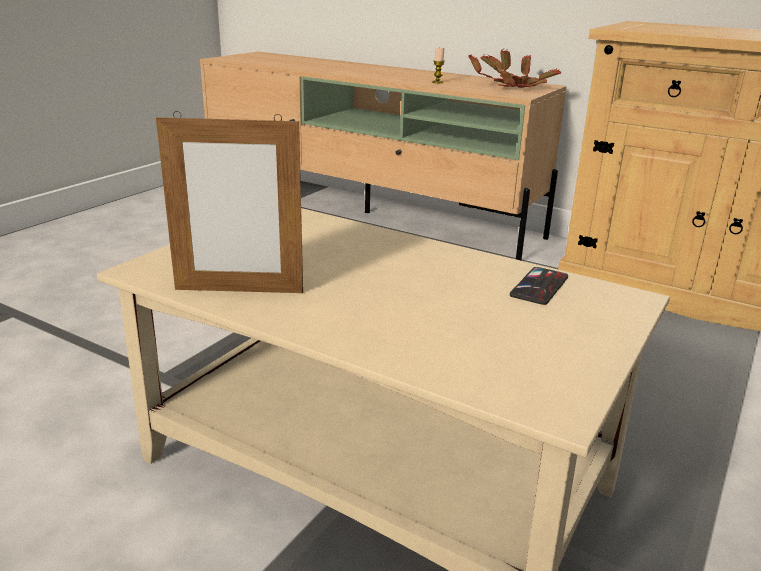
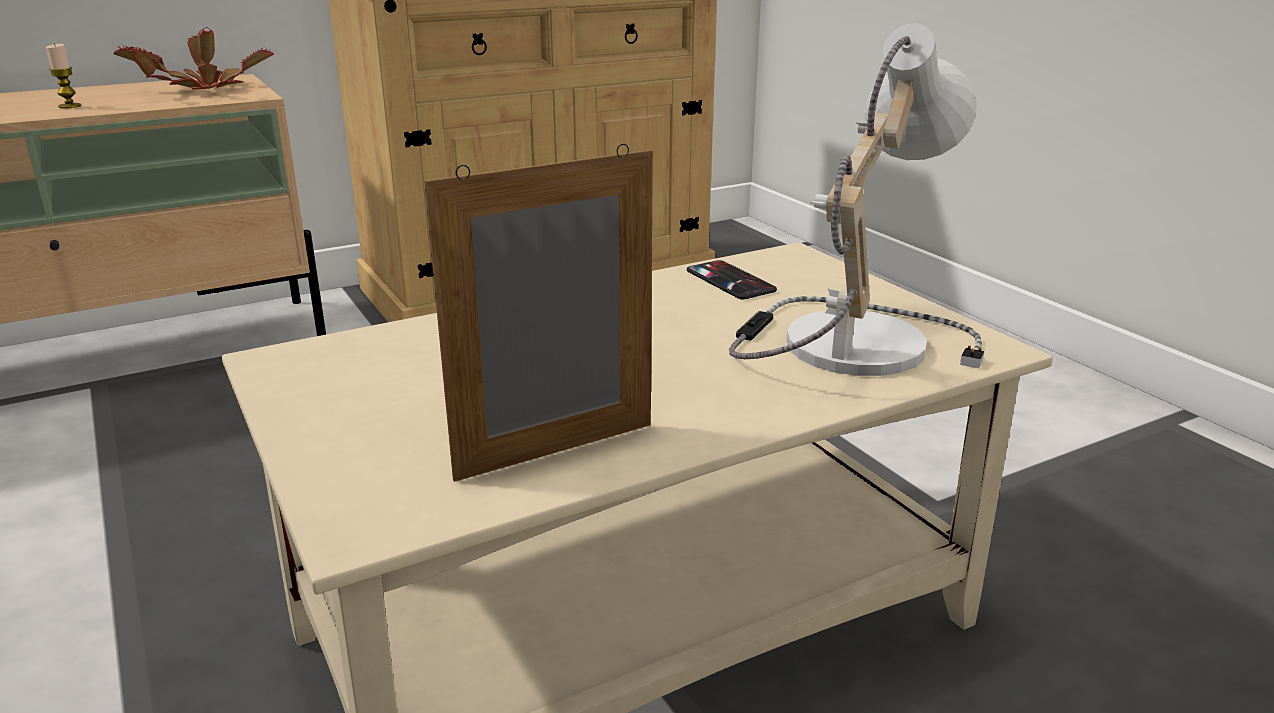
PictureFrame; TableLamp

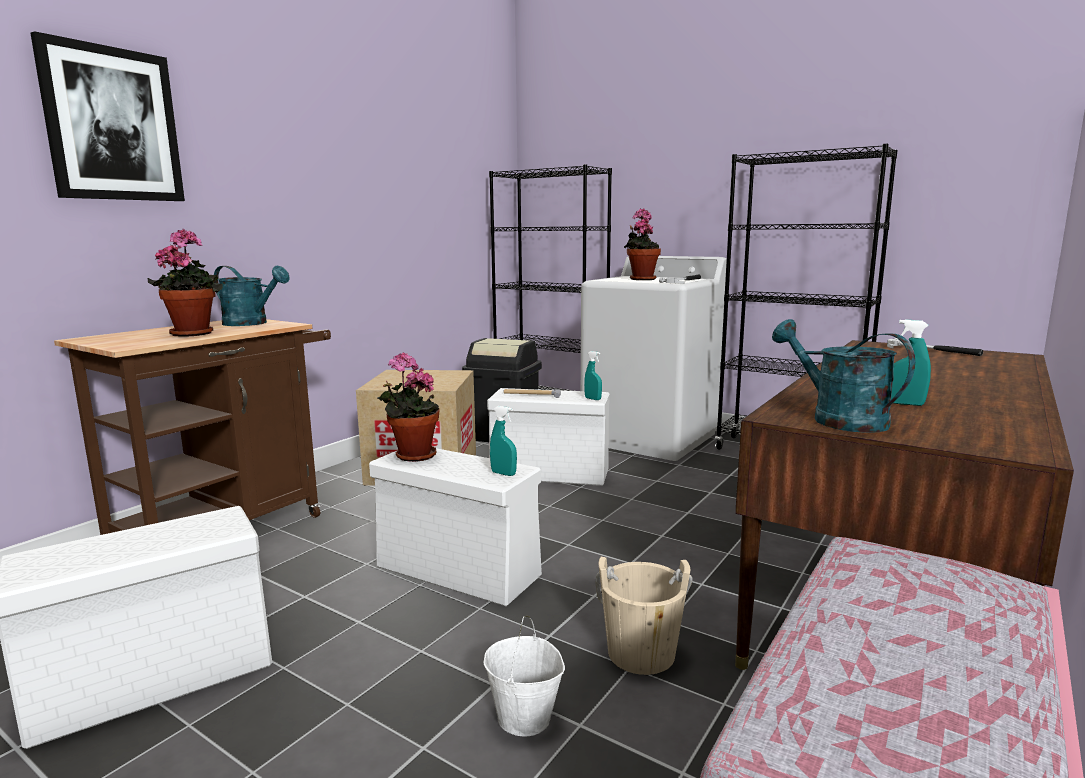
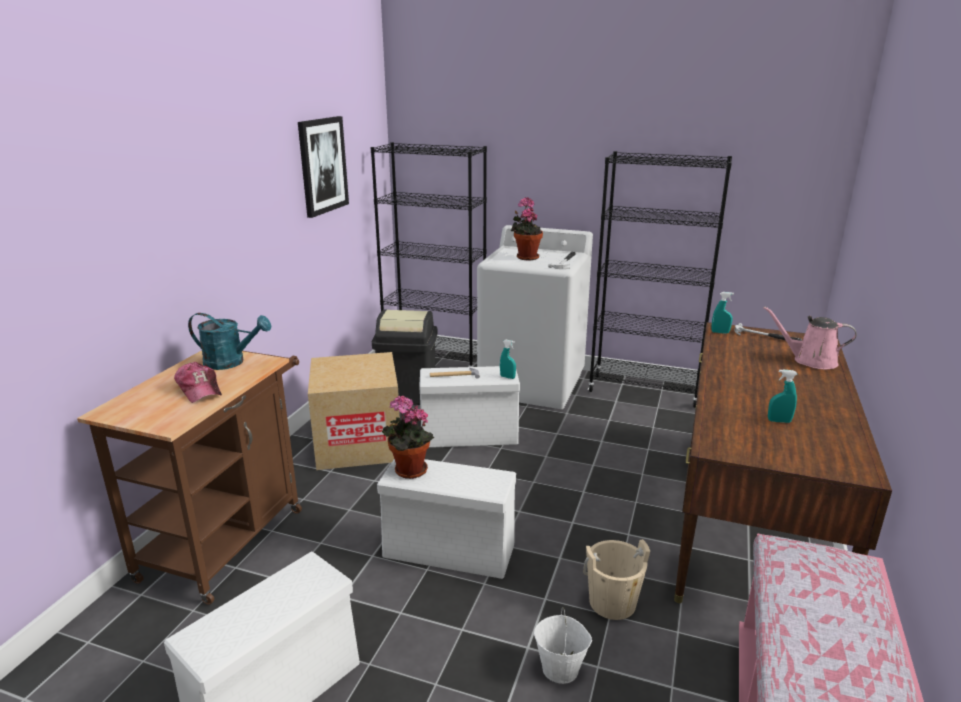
Picture; Cap; TurquoiseSprayBottle (no. 2 from left); TurquoiseWateringCan (no. 2 from left in the first image); PinkWateringCan

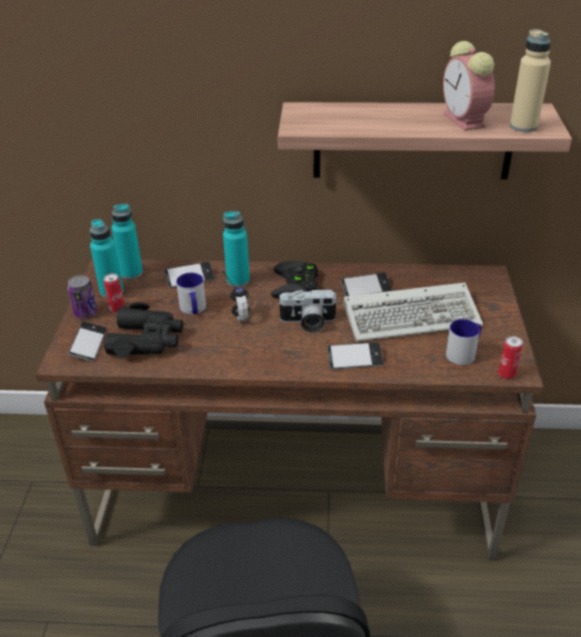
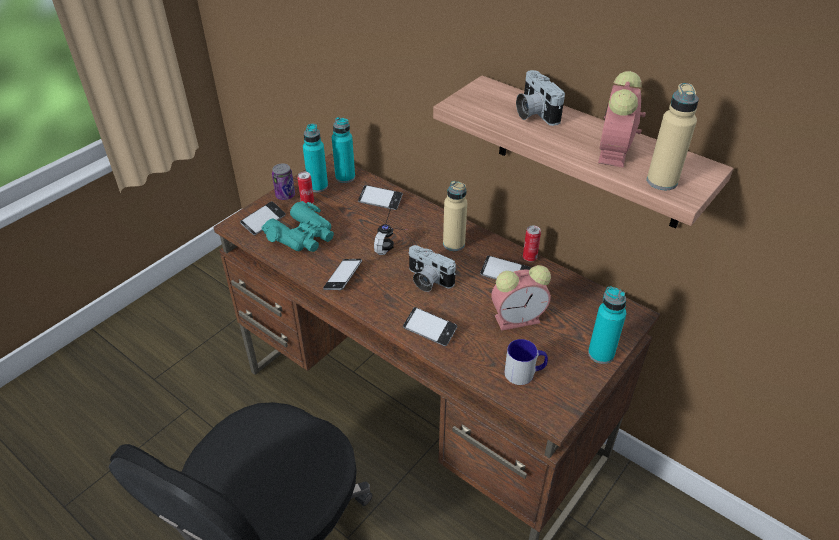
TurquoiseBinoculars; Mug (no. 1 from left in the first image); TurquoiseBottle (no. 3 from left); BeigeBottle (no. 1 from left); AlarmClock (no. 1 from left); Can (no. 3 from left); Phone (no. 2 from left); PhotoCamera (no. 2 from left)

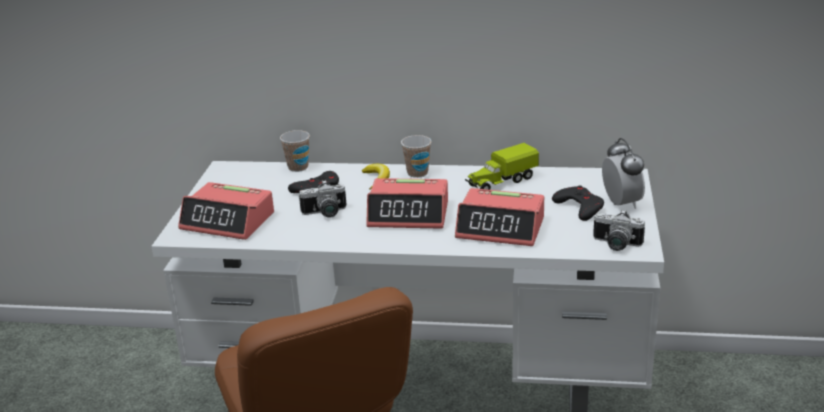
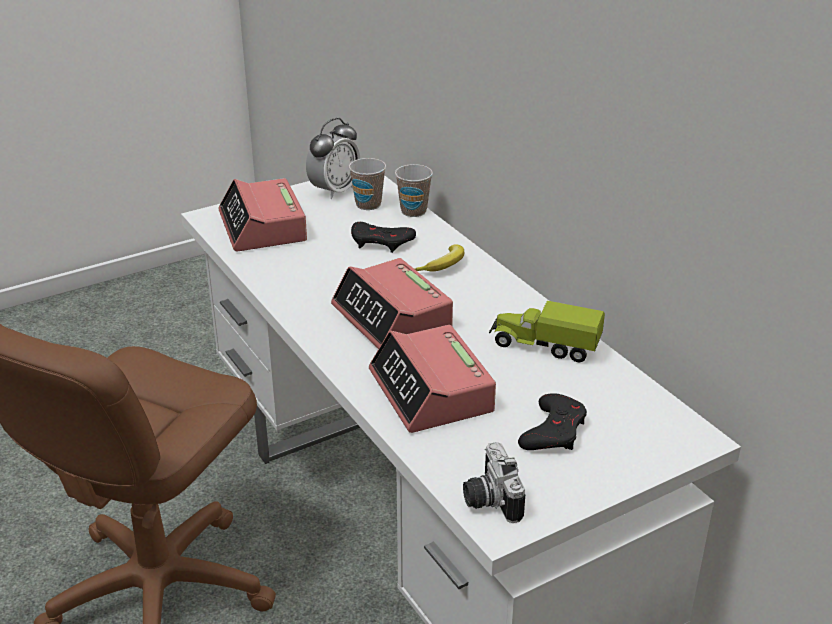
PhotoCamera (no. 1 from left in the first image); Cup (no. 1 from left); AlarmClock (no. 2 from left)

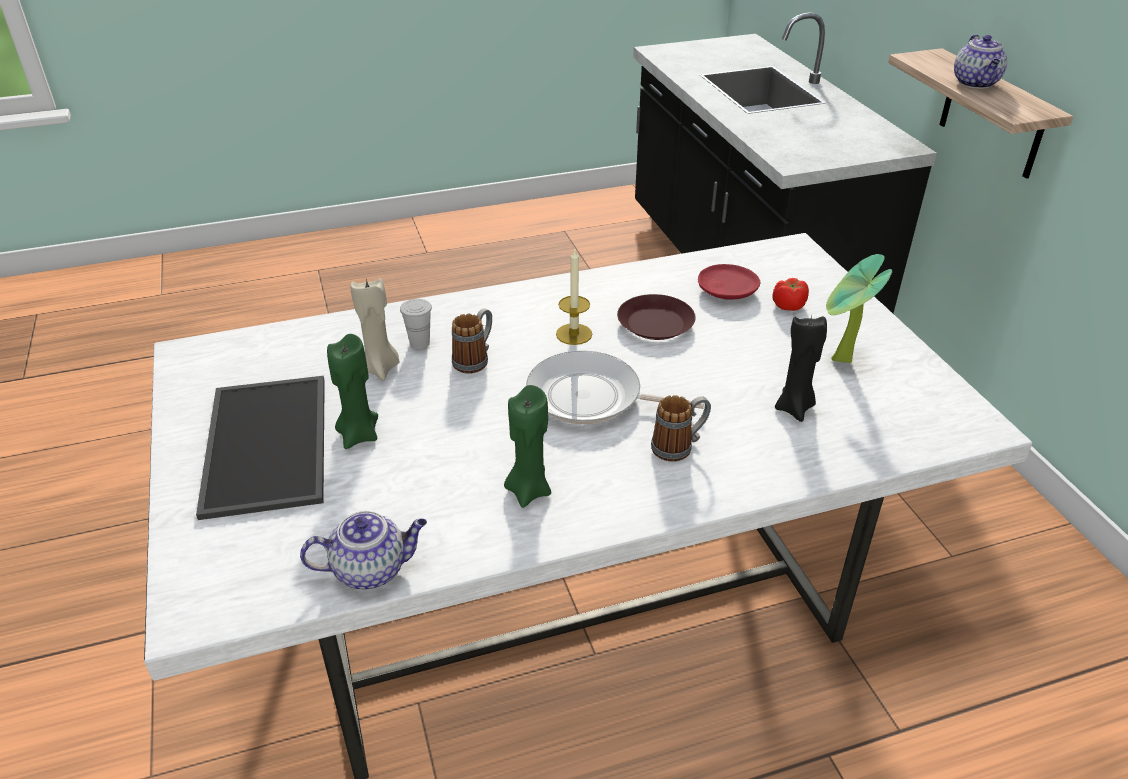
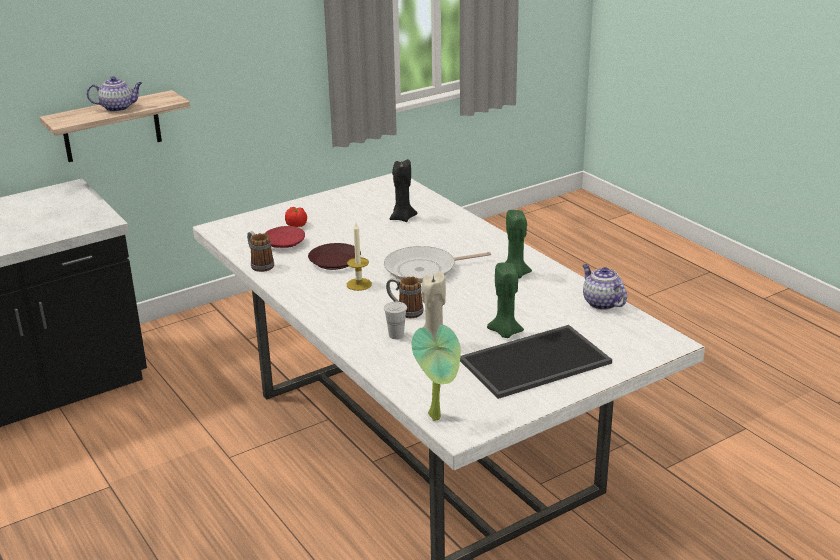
FryingPan; Mug (no. 1 from left); PottedPlant

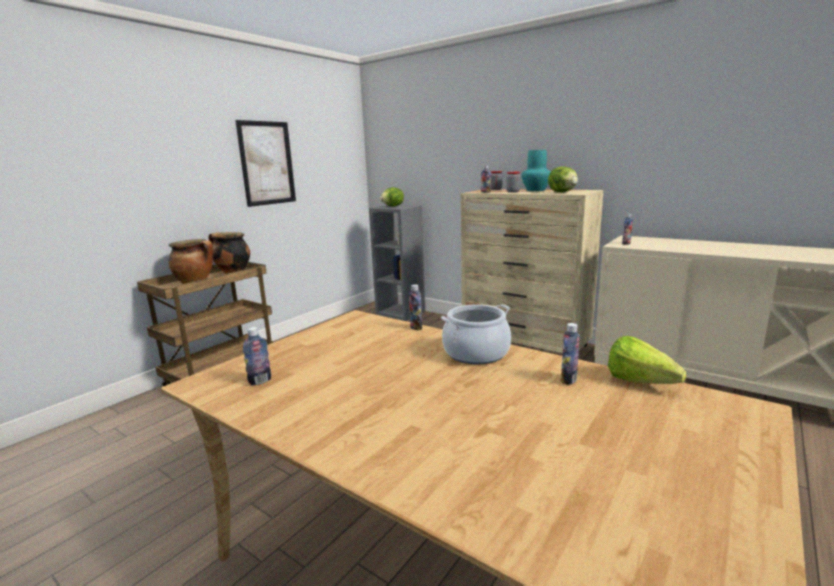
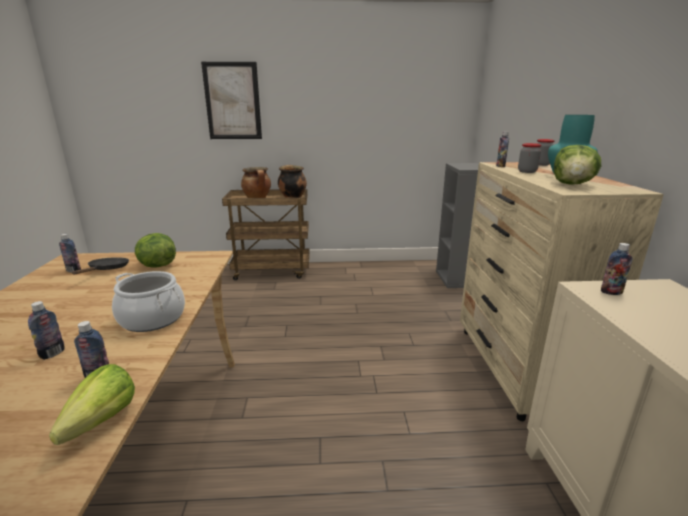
Picture; Lettuce (no. 2 from left); Bottle (no. 1 from left); BlackFryingPan

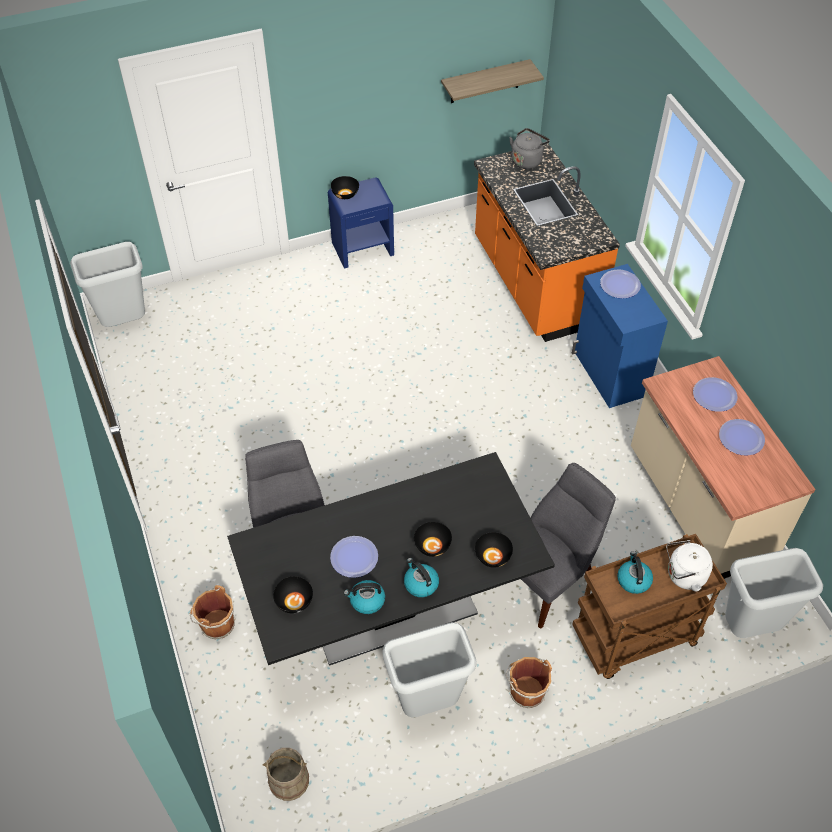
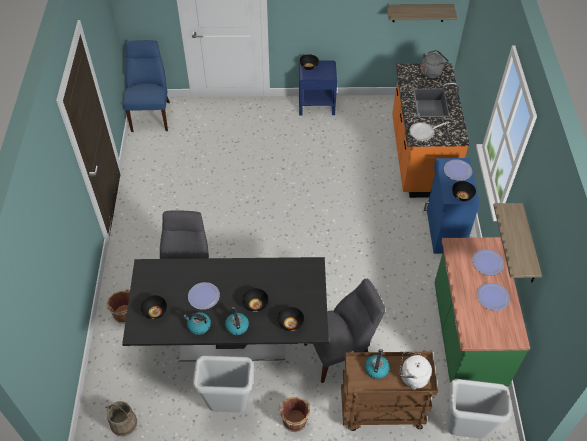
BlueChair; GreenCounter; FryingPan; BlackBowl (no. 5 from left); Shelf (no. 2 from left)

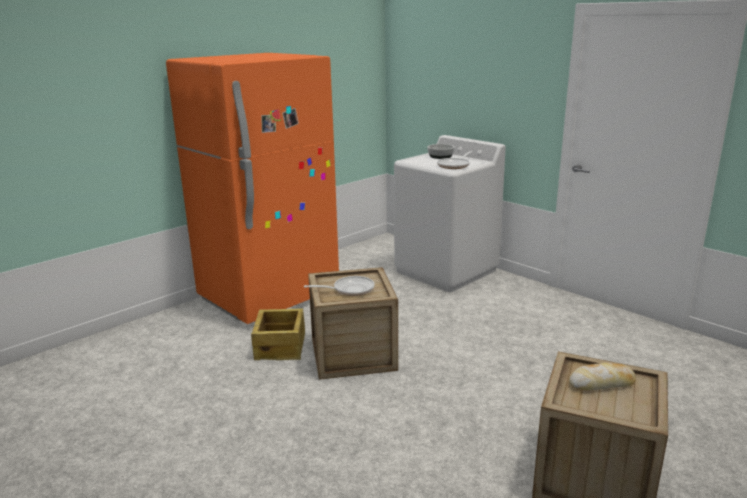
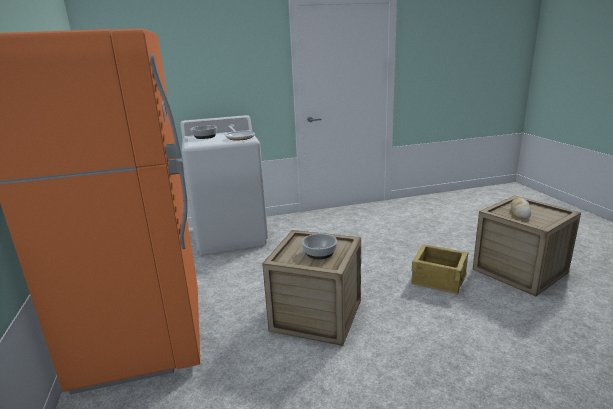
Crate (no. 2 from left); Bowl (no. 2 from left)

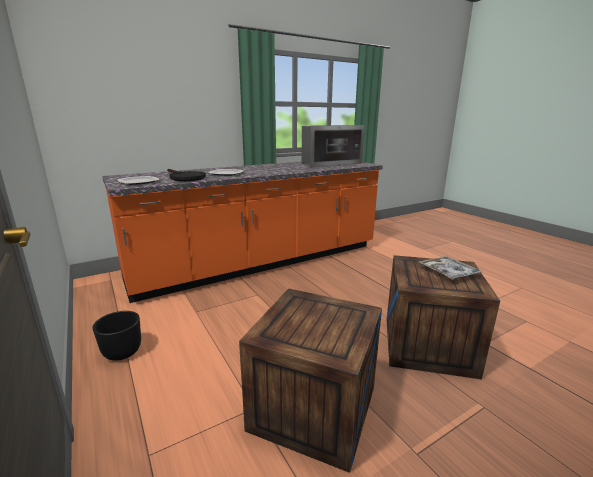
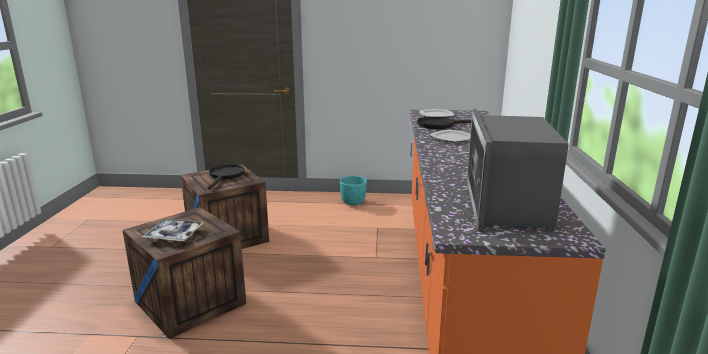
TurquoisePlanter; BlackFryingPan (no. 1 from left)

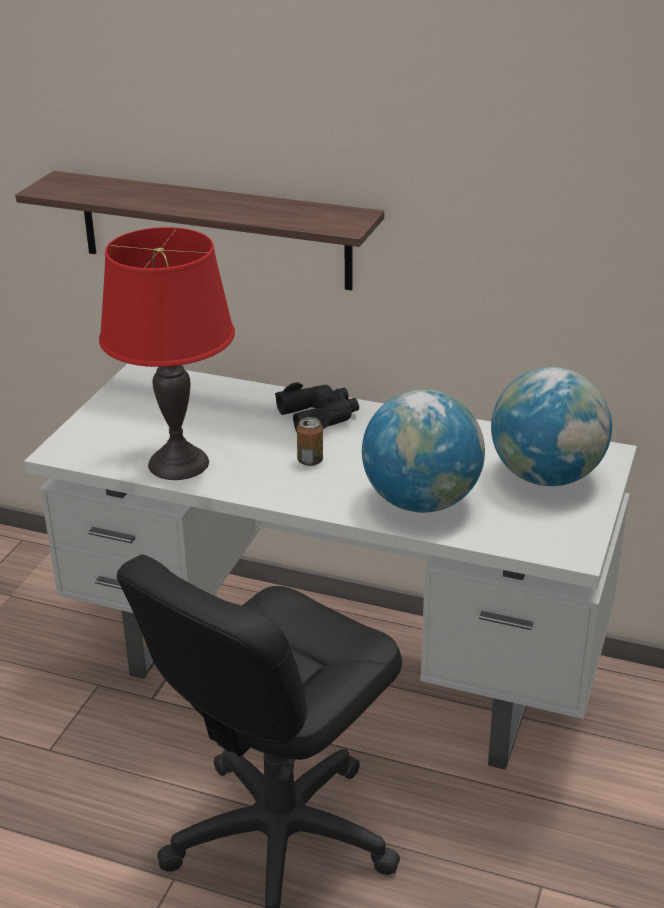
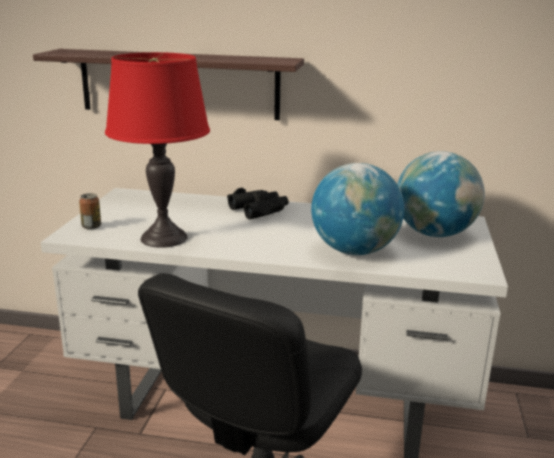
Can

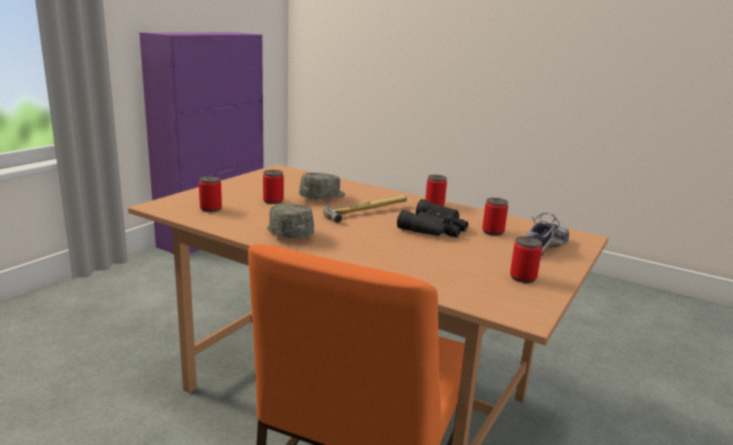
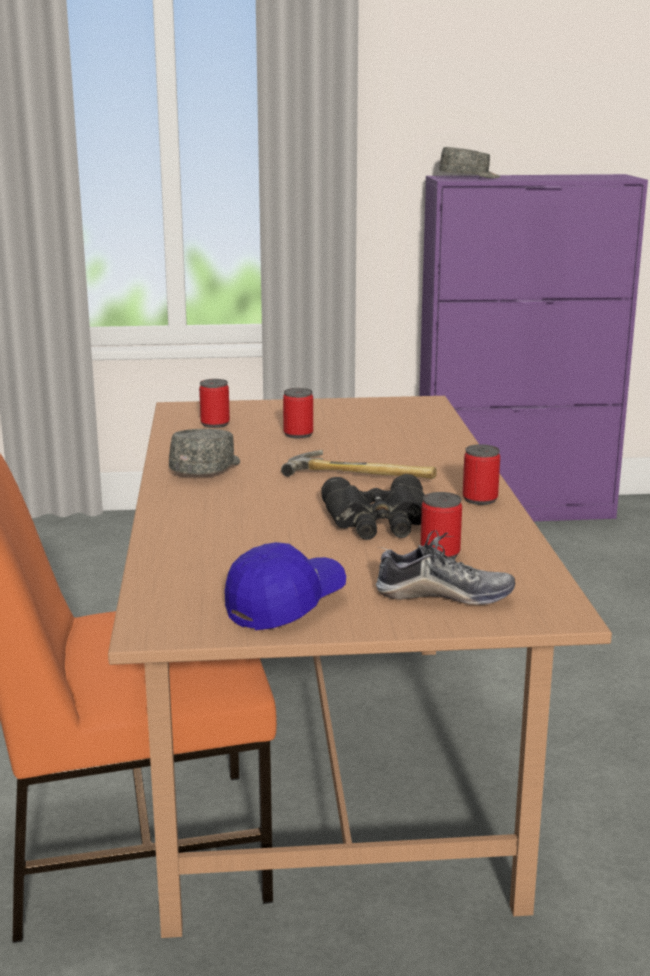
GreyCap (no. 2 from left); BlueCap

